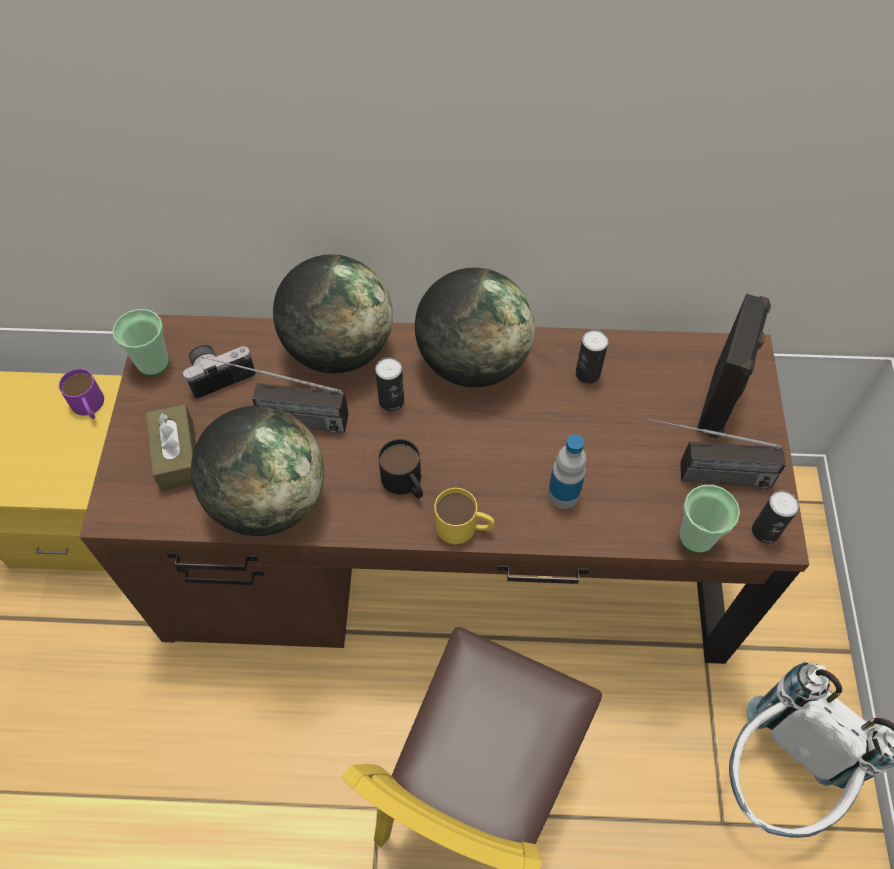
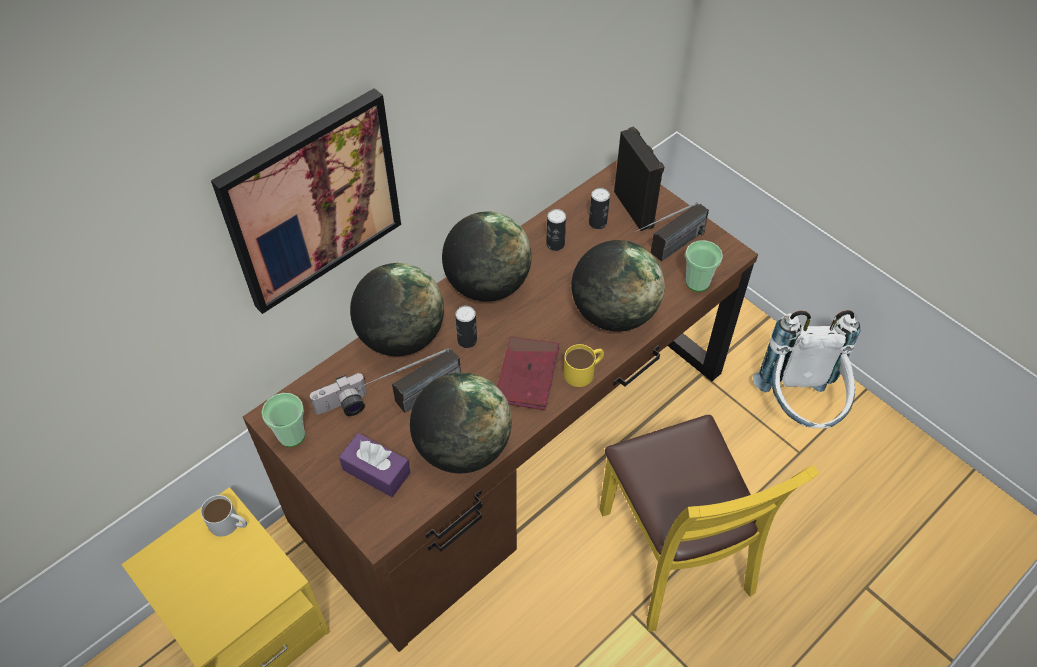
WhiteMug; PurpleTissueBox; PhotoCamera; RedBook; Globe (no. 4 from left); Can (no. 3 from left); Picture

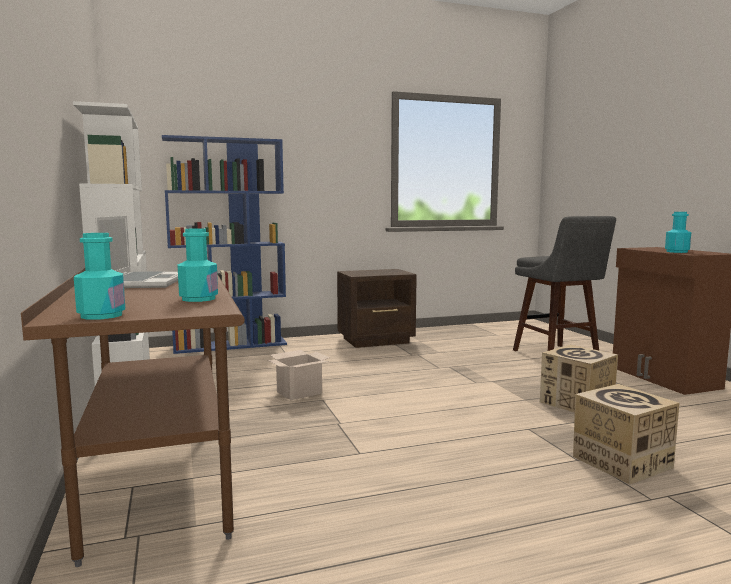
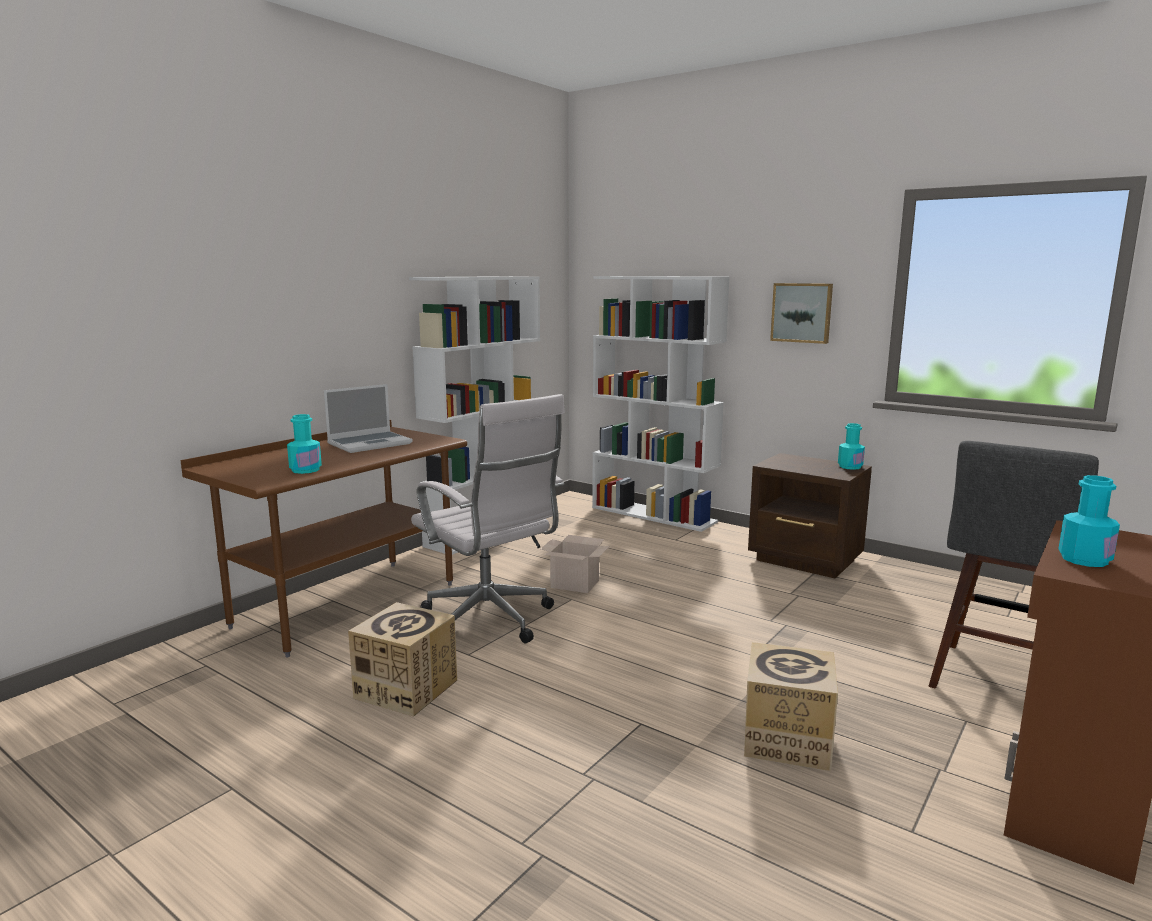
TurquoiseBottle (no. 2 from left); WhiteBookcase (no. 2 from left); CardboardBox (no. 1 from left); WhiteOfficeChair; Picture

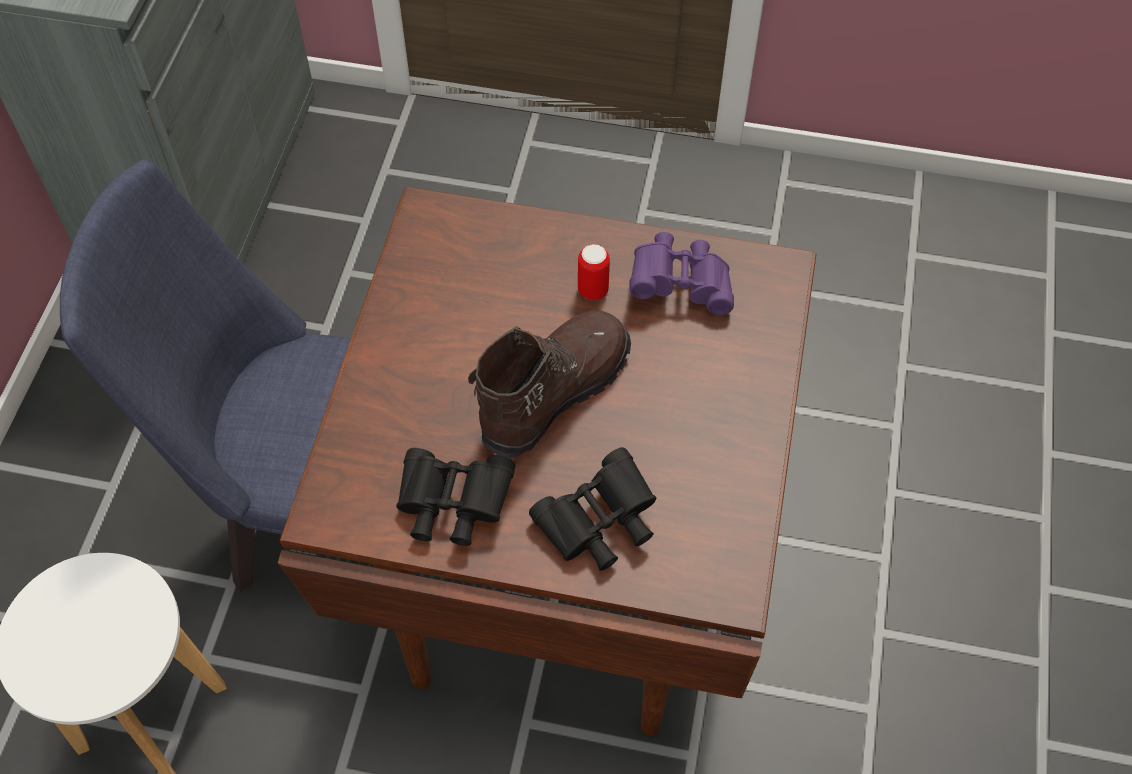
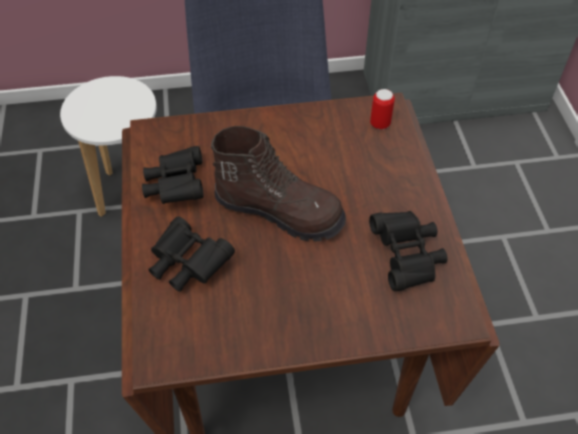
Can; BlackBinoculars (no. 3 from left)

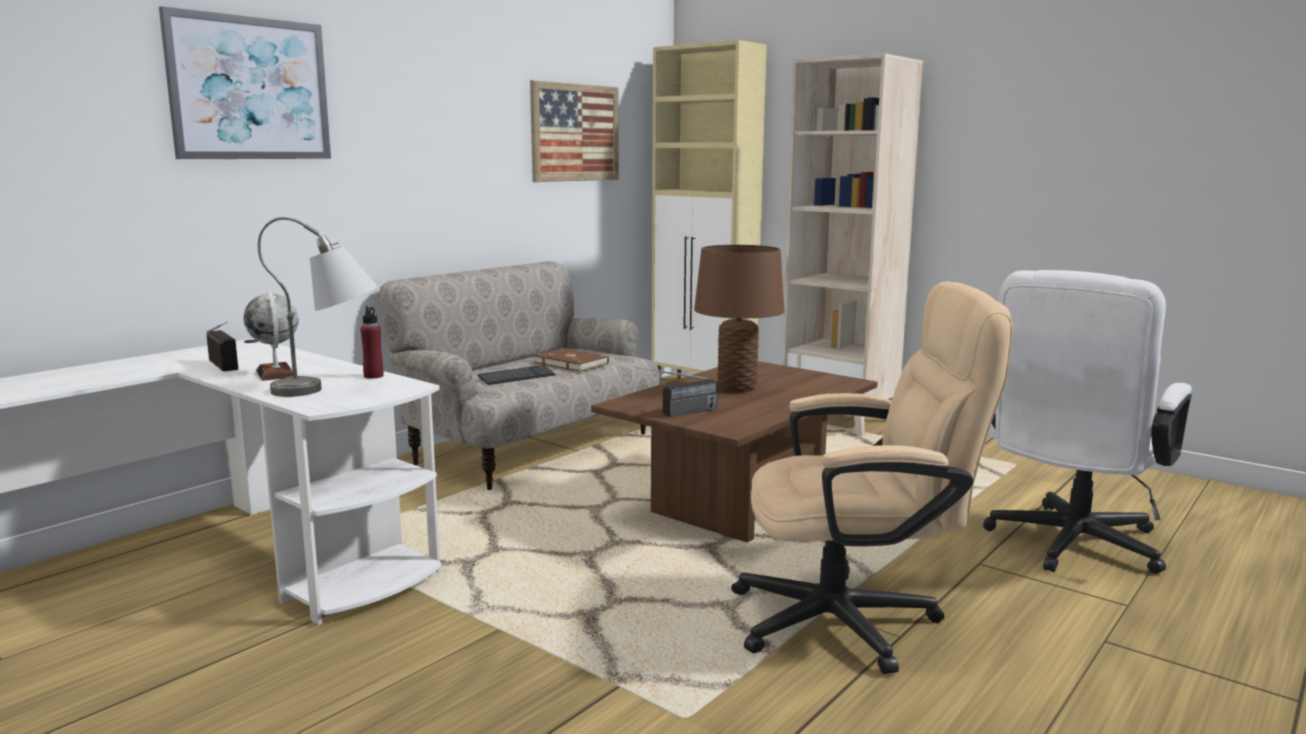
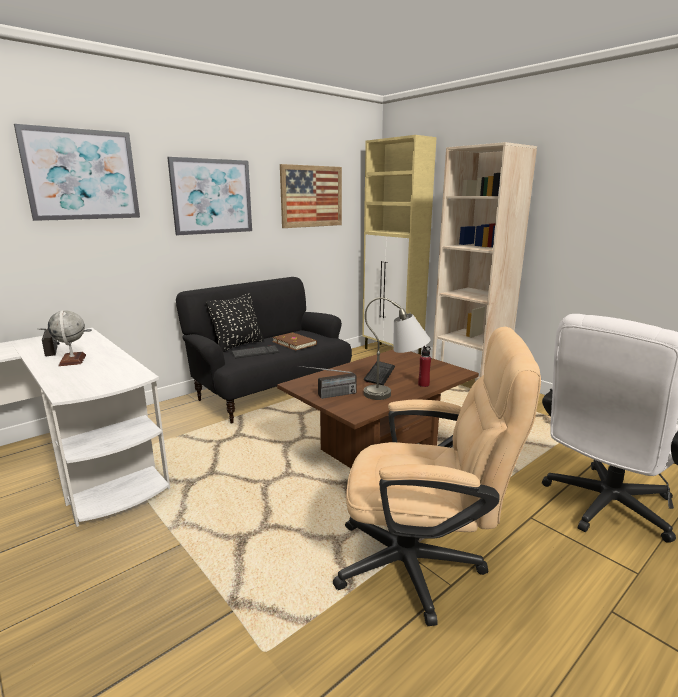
GreyTableLamp; RedBottle; BlackSofa; Keyboard (no. 2 from left); Picture (no. 2 from left); BlackPillow

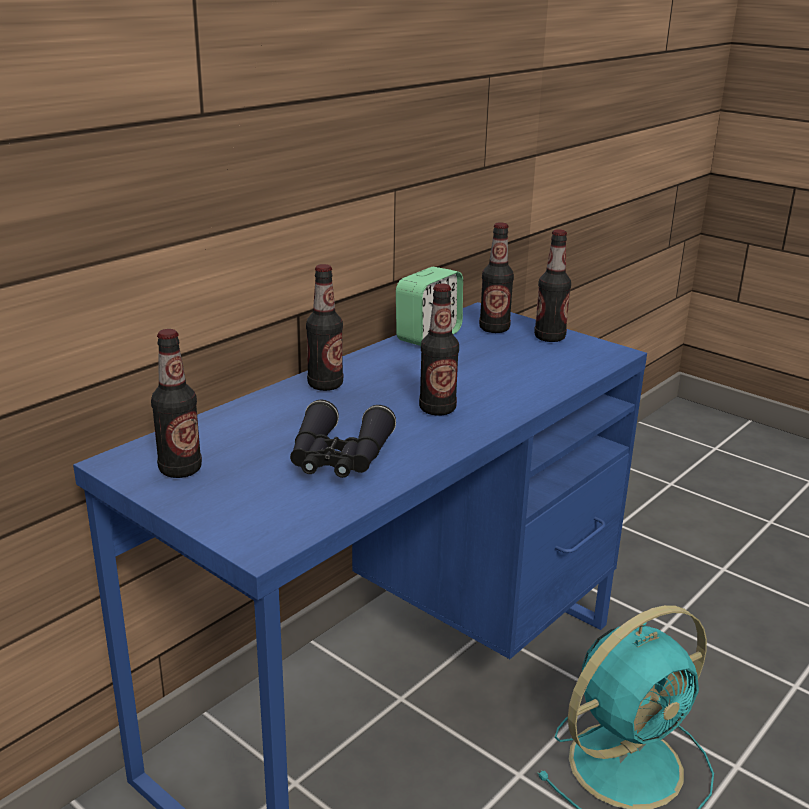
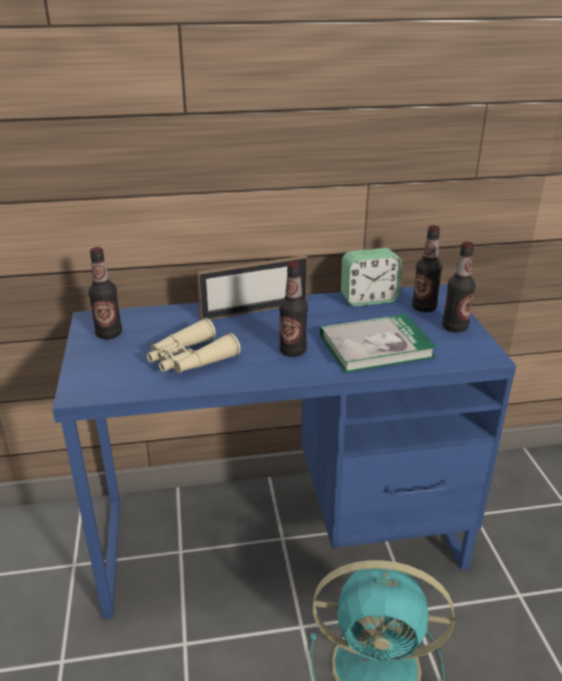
BeigeBinoculars; PictureFrame; Book

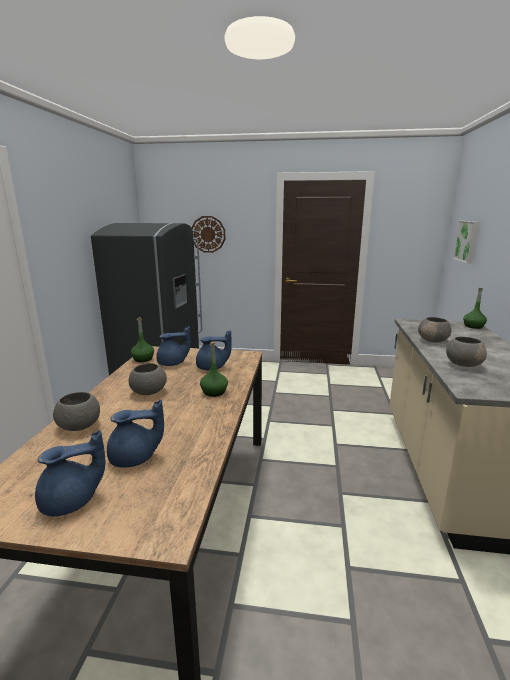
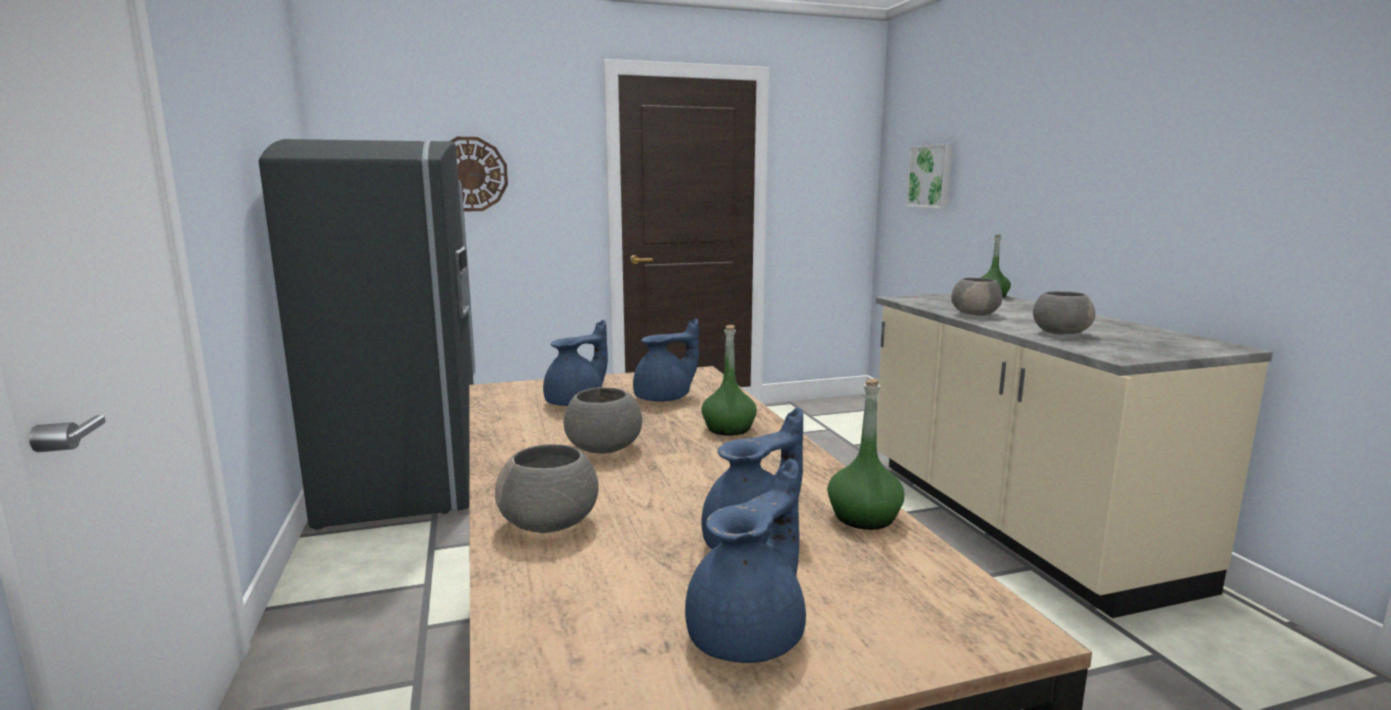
GreenBottle (no. 2 from left)

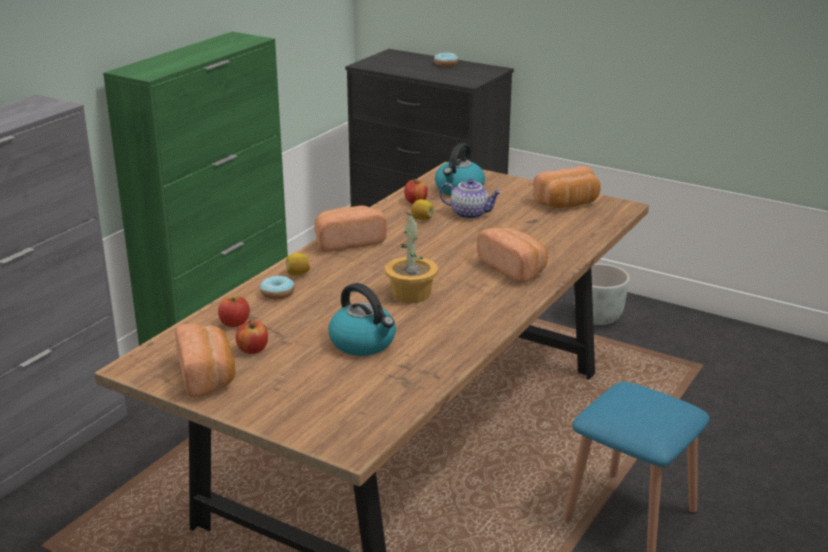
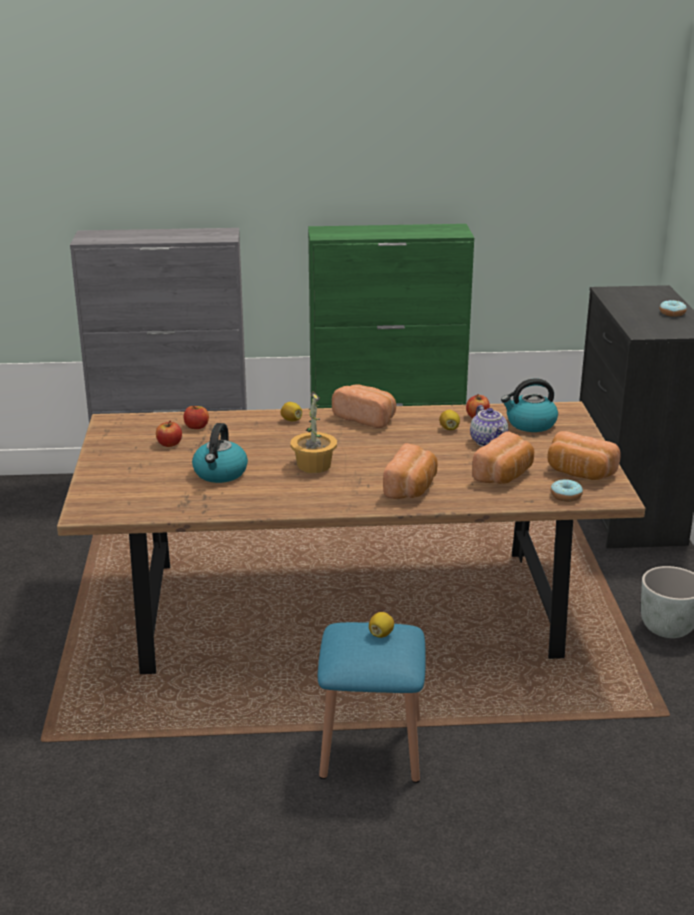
Bread (no. 3 from left); Donut (no. 1 from left); Lemon (no. 2 from left)

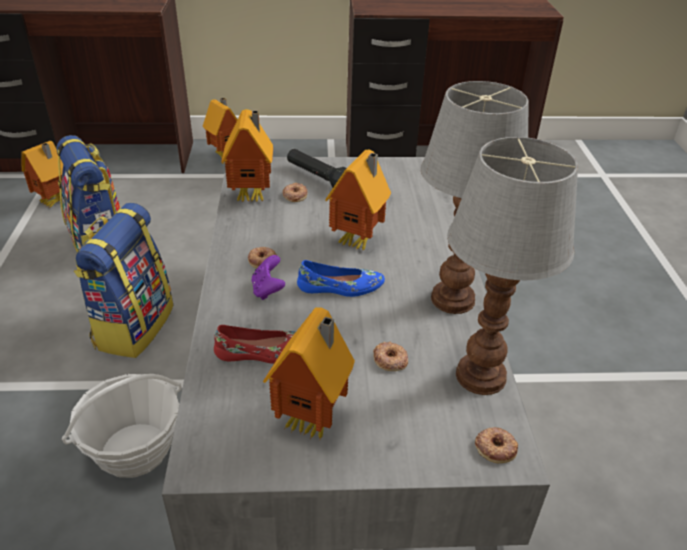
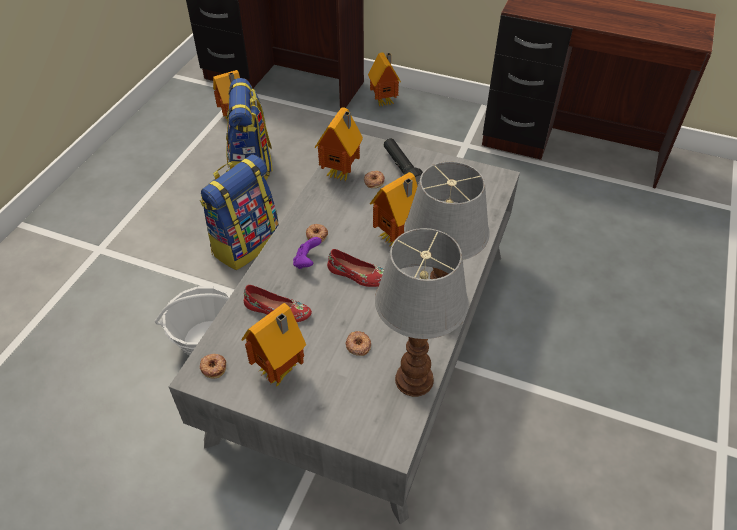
RedShoe (no. 2 from left); Donut (no. 1 from left)

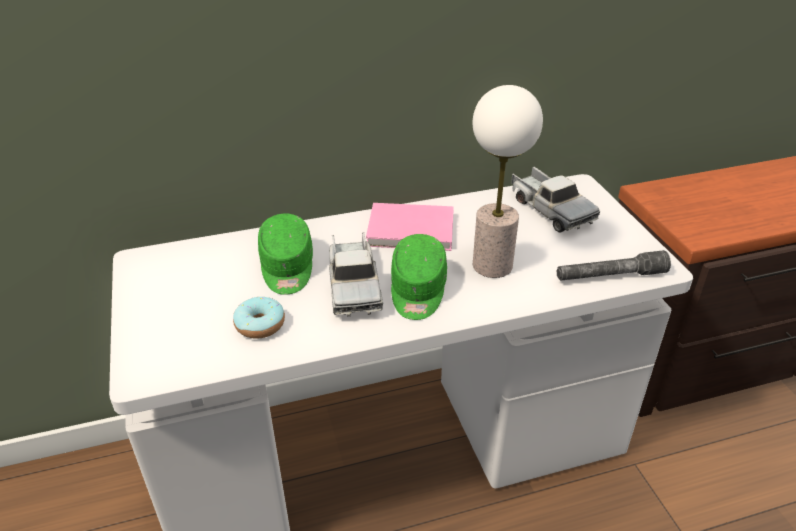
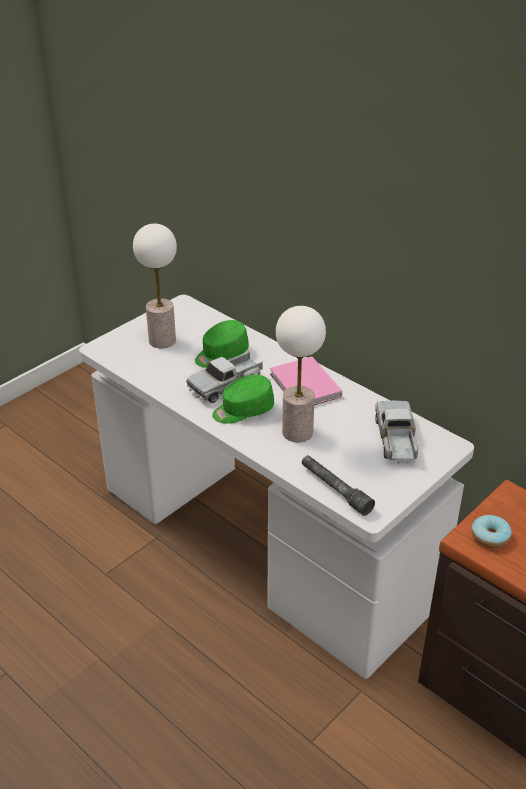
Donut; ToyTruck (no. 2 from left); TableLamp (no. 1 from left)

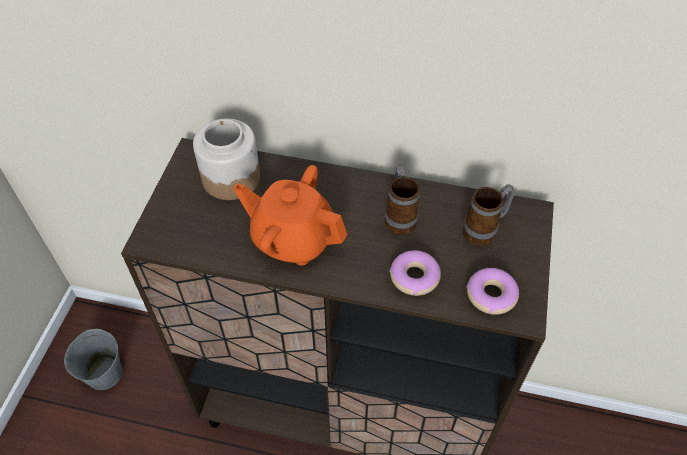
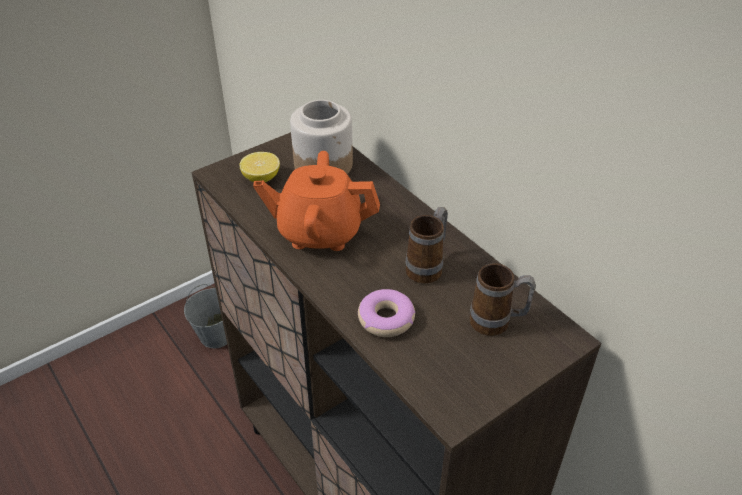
OrangeTeapot; Donut (no. 2 from left in the first image); Lemon

